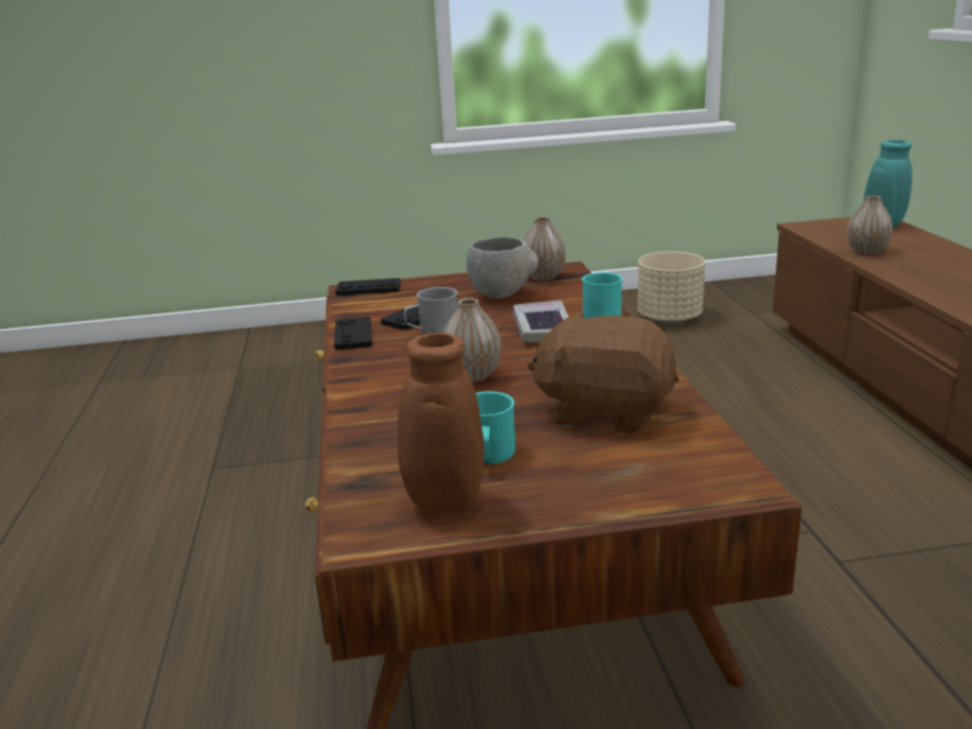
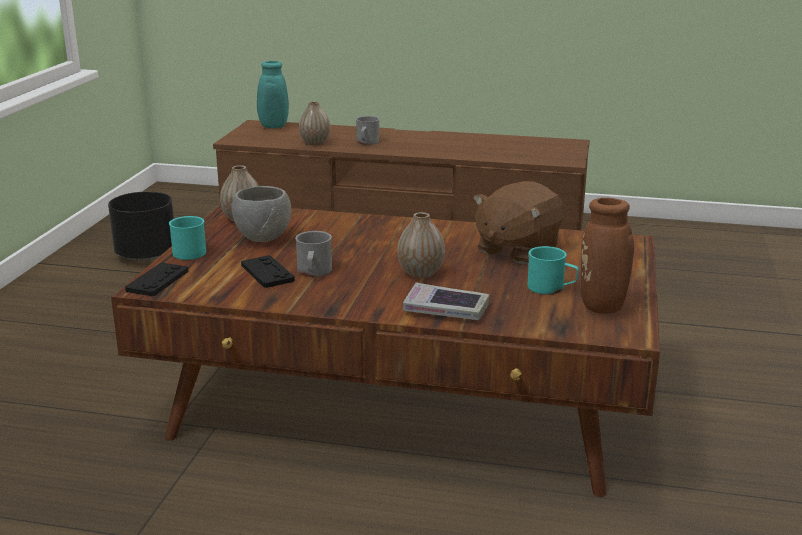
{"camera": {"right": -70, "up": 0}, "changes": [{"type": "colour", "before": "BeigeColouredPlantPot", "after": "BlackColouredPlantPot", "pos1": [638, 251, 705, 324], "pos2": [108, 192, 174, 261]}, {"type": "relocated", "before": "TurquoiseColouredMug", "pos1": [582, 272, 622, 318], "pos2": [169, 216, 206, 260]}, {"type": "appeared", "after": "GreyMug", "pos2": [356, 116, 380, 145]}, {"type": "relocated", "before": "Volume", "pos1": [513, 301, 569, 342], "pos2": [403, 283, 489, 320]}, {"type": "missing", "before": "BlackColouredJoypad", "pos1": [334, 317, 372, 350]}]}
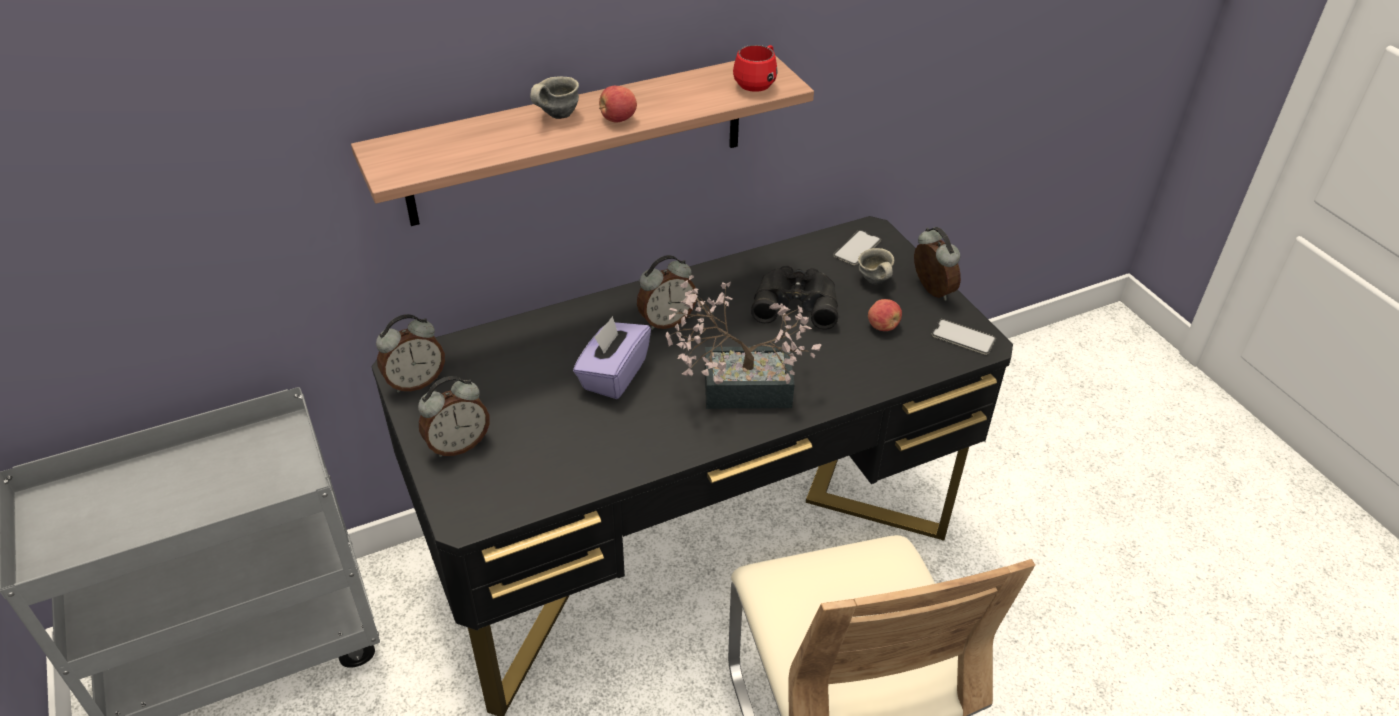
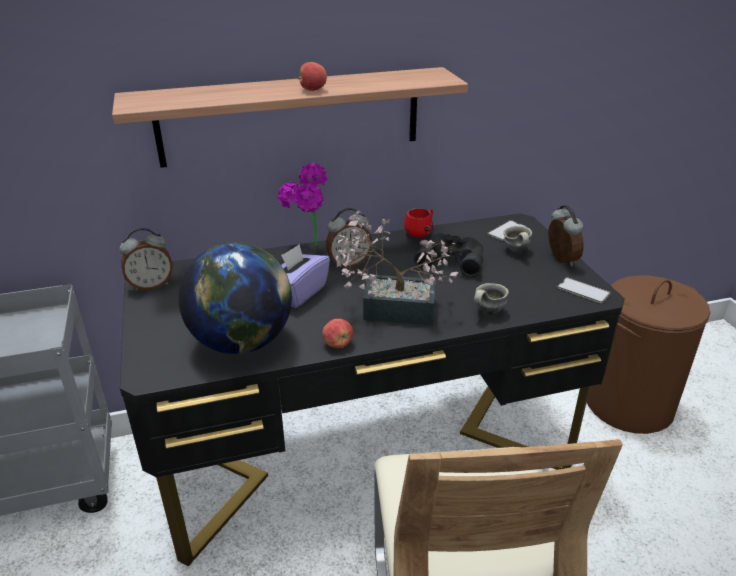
{"camera": {"right": 10, "up": -10}, "changes": [{"type": "appeared", "after": "WorldGlobe", "pos2": [178, 242, 292, 354]}, {"type": "appeared", "after": "PottedPlant", "pos2": [278, 163, 327, 246]}, {"type": "relocated", "before": "Apple", "pos1": [868, 299, 902, 331], "pos2": [322, 319, 353, 348]}, {"type": "relocated", "before": "RedMug", "pos1": [733, 45, 778, 92], "pos2": [404, 208, 433, 237]}, {"type": "relocated", "before": "GreyMug", "pos1": [530, 76, 579, 119], "pos2": [474, 283, 509, 315]}, {"type": "appeared", "after": "BrownishLaundryBasket", "pos2": [587, 275, 710, 434]}, {"type": "missing", "before": "AlarmClock", "pos1": [418, 376, 490, 457]}]}
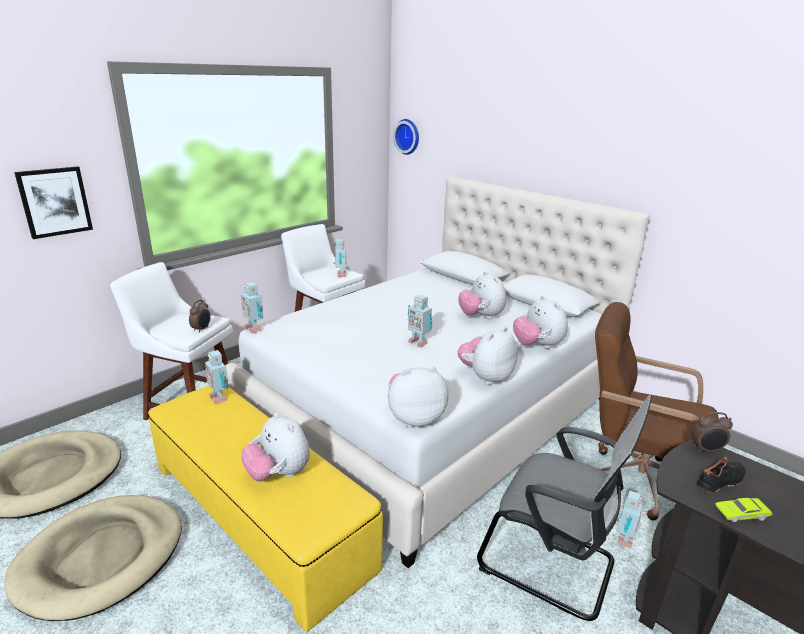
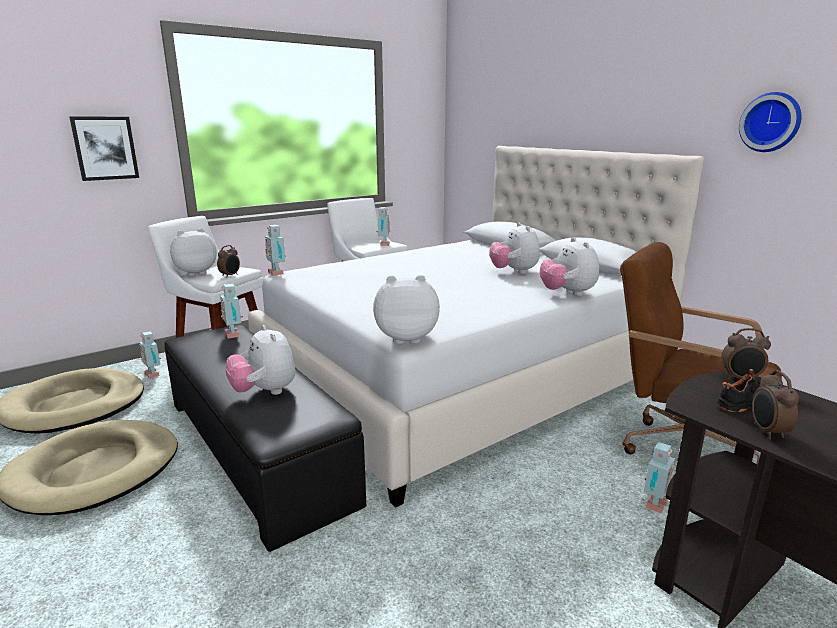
{"camera": {"right": 10, "up": -5}, "changes": [{"type": "relocated", "before": "ModelRobot", "pos1": [408, 295, 432, 347], "pos2": [139, 331, 161, 379]}, {"type": "colour", "before": "YellowishLongSeat", "after": "BlackColouredLongSeat", "pos1": [148, 386, 383, 632], "pos2": [164, 325, 366, 552]}, {"type": "relocated", "before": "CuddlyToy", "pos1": [458, 327, 517, 385], "pos2": [170, 228, 217, 276]}, {"type": "relocated", "before": "HangingClock", "pos1": [393, 119, 419, 155], "pos2": [739, 92, 802, 152]}, {"type": "exchanged", "before": "GreenColouredModelCar", "after": "AlarmClock", "pos1": [715, 498, 773, 522], "pos2": [752, 370, 799, 439]}, {"type": "missing", "before": "UprightChair", "pos1": [477, 394, 652, 621]}]}
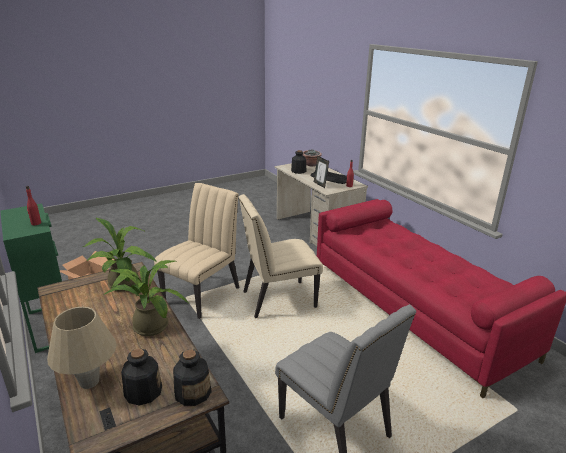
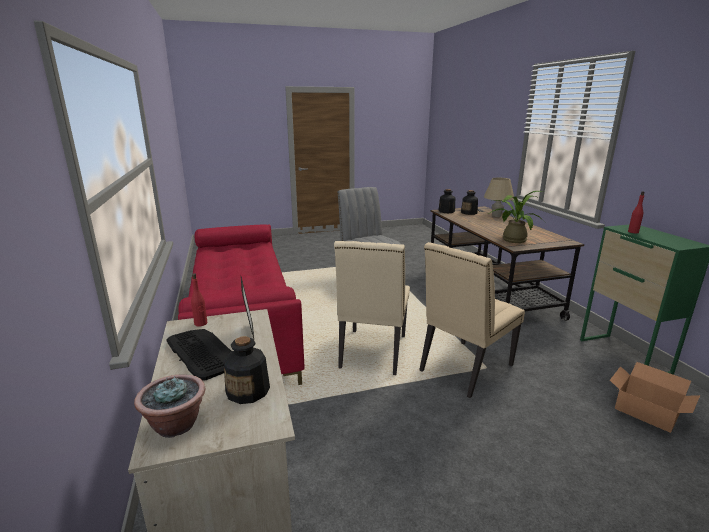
{"camera": {"right": -165, "up": -5}, "changes": [{"type": "spun", "before": "BeigeColouredUprightChair", "pos1": [239, 194, 323, 318], "pos2": [334, 241, 410, 375], "turn": 105}, {"type": "missing", "before": "PottedPlant", "pos1": [104, 260, 188, 336]}]}
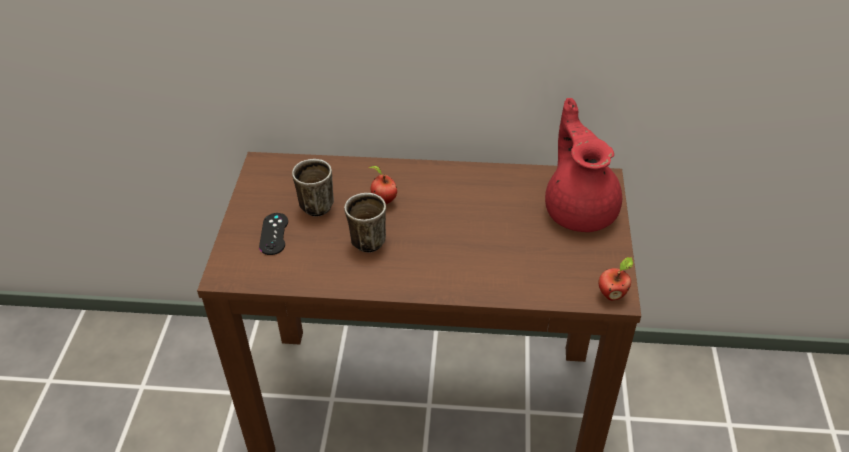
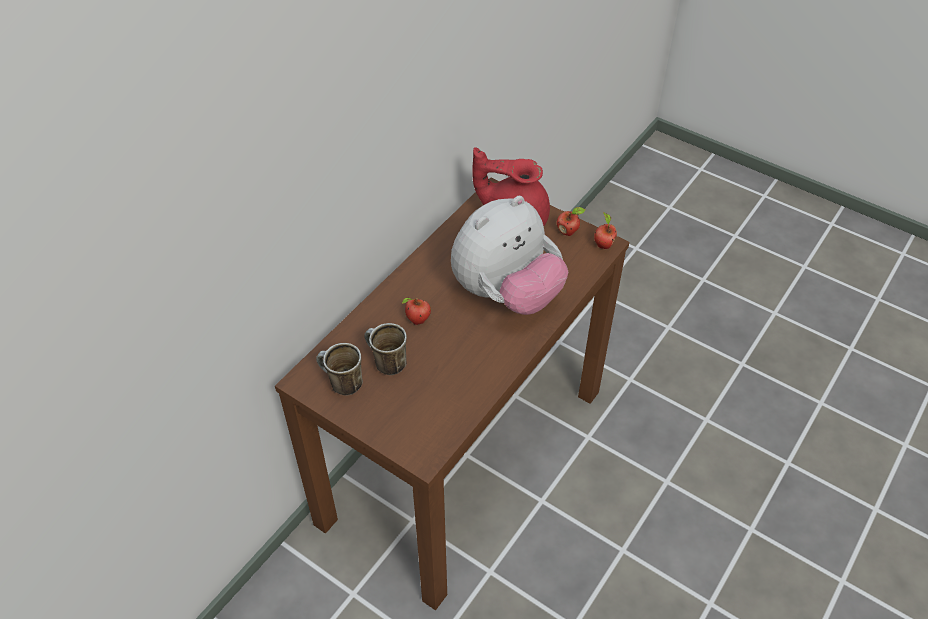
{"camera": {"right": -60, "up": 5}, "changes": [{"type": "relocated", "before": "Mug", "pos1": [344, 193, 386, 253], "pos2": [316, 343, 363, 395]}, {"type": "appeared", "after": "CuddlyToy", "pos2": [451, 196, 568, 315]}, {"type": "appeared", "after": "Apple", "pos2": [557, 207, 585, 236]}, {"type": "missing", "before": "BlackColouredJoypad", "pos1": [259, 213, 288, 255]}]}
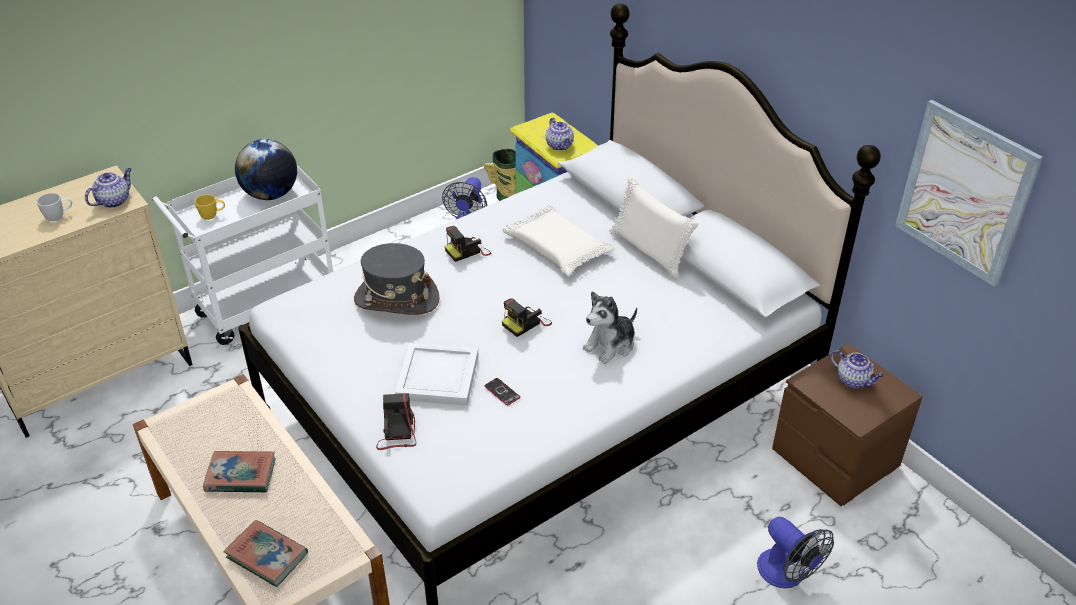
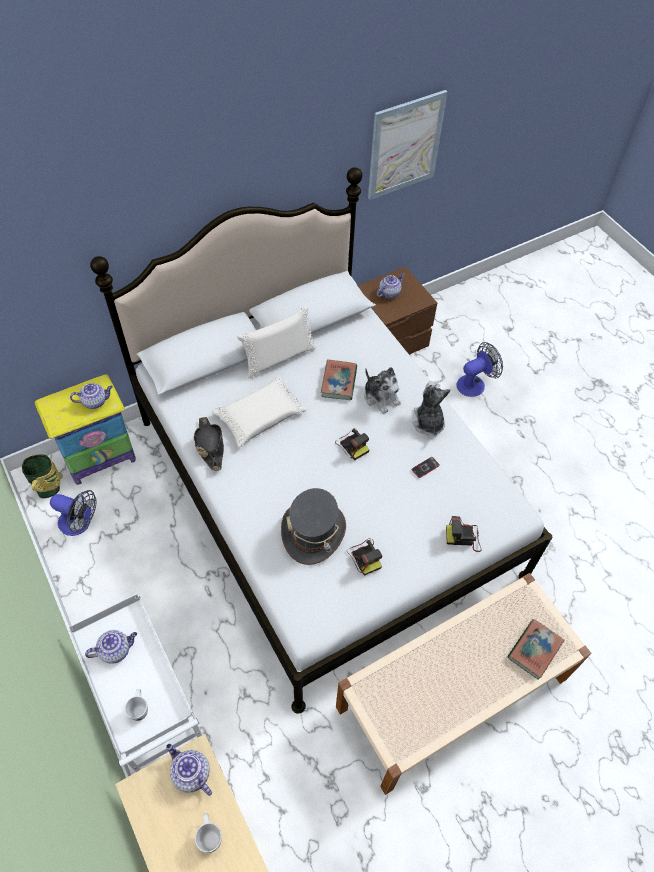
{"camera": {"right": -85, "up": 15}, "changes": [{"type": "exchanged", "before": "WorldGlobe", "after": "PotForTea", "pos1": [235, 139, 297, 200], "pos2": [85, 630, 137, 664]}, {"type": "colour", "before": "YellowishMug", "after": "WhiteMug", "pos1": [195, 194, 225, 220], "pos2": [125, 689, 148, 721]}, {"type": "appeared", "after": "BlackColouredWearableHat", "pos2": [194, 417, 224, 471]}, {"type": "relocated", "before": "Volume", "pos1": [203, 451, 276, 492], "pos2": [321, 360, 357, 400]}, {"type": "relocated", "before": "PhotoCamera", "pos1": [445, 226, 491, 262], "pos2": [347, 538, 382, 576]}, {"type": "appeared", "after": "CuddlyToy", "pos2": [413, 381, 451, 437]}, {"type": "missing", "before": "WhiteServingTray", "pos1": [395, 343, 479, 406]}]}
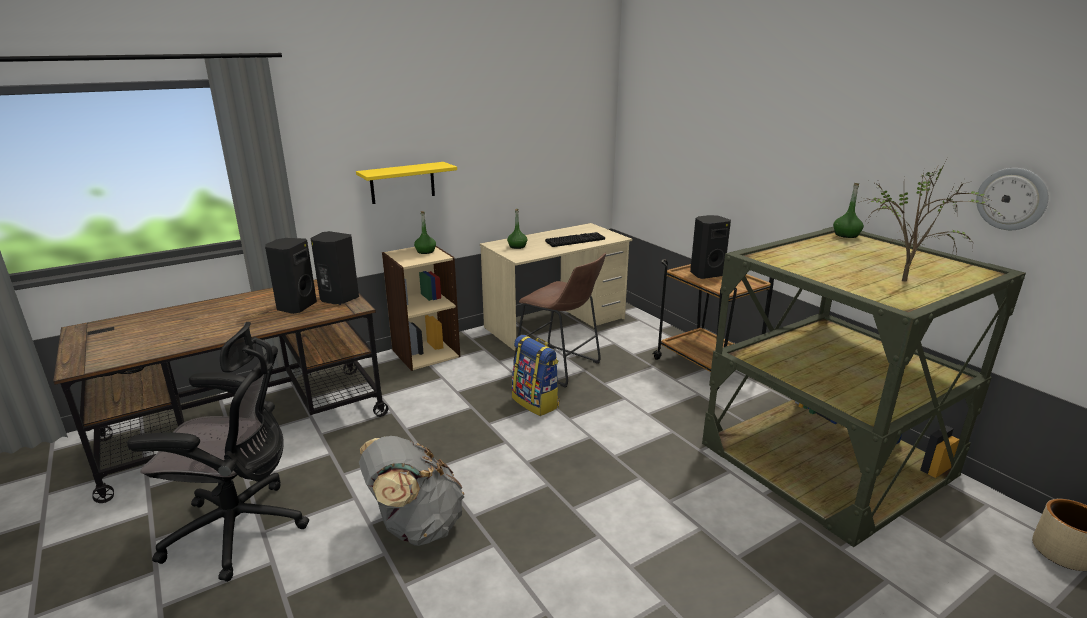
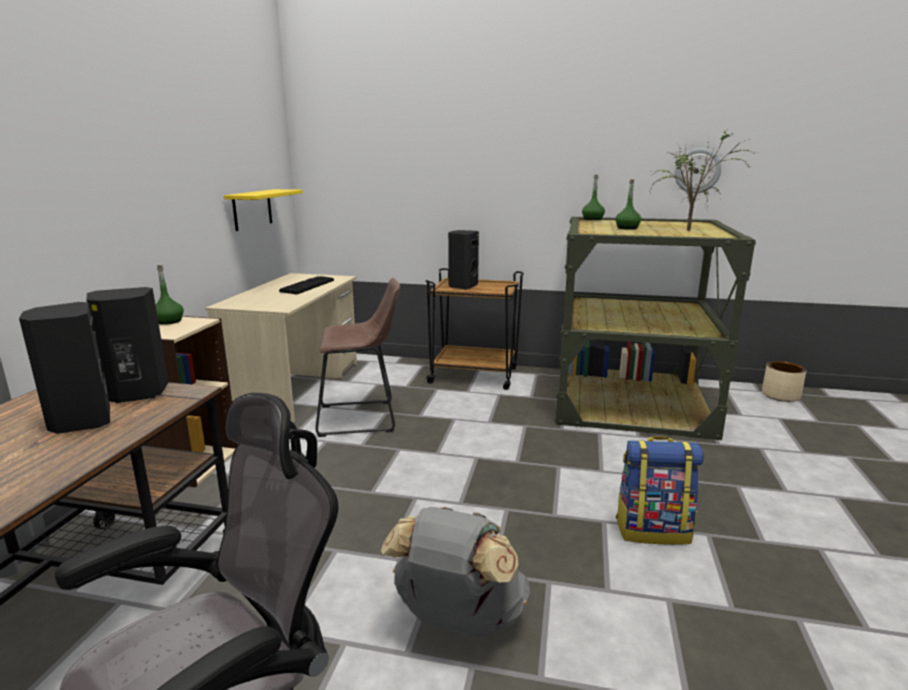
{"camera": {"right": -45, "up": -5}, "changes": [{"type": "relocated", "before": "YellowishWallShelf", "pos1": [356, 162, 457, 204], "pos2": [224, 189, 303, 231]}, {"type": "relocated", "before": "GreenColouredBottle", "pos1": [507, 209, 527, 249], "pos2": [615, 179, 641, 229]}, {"type": "relocated", "before": "Rucksack", "pos1": [512, 335, 560, 416], "pos2": [616, 436, 704, 545]}]}
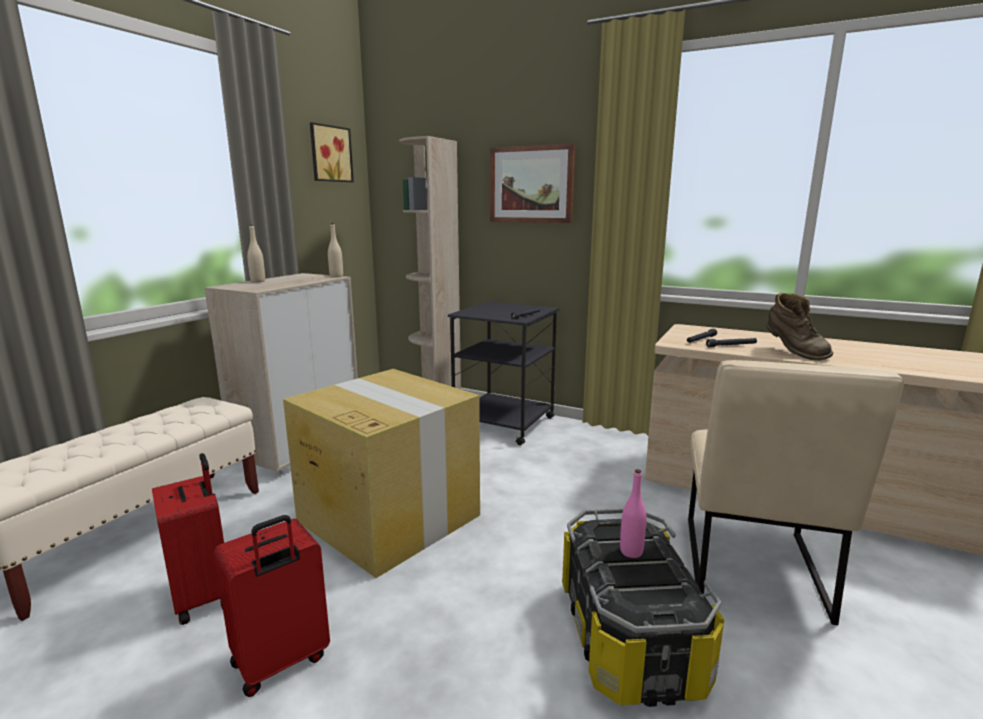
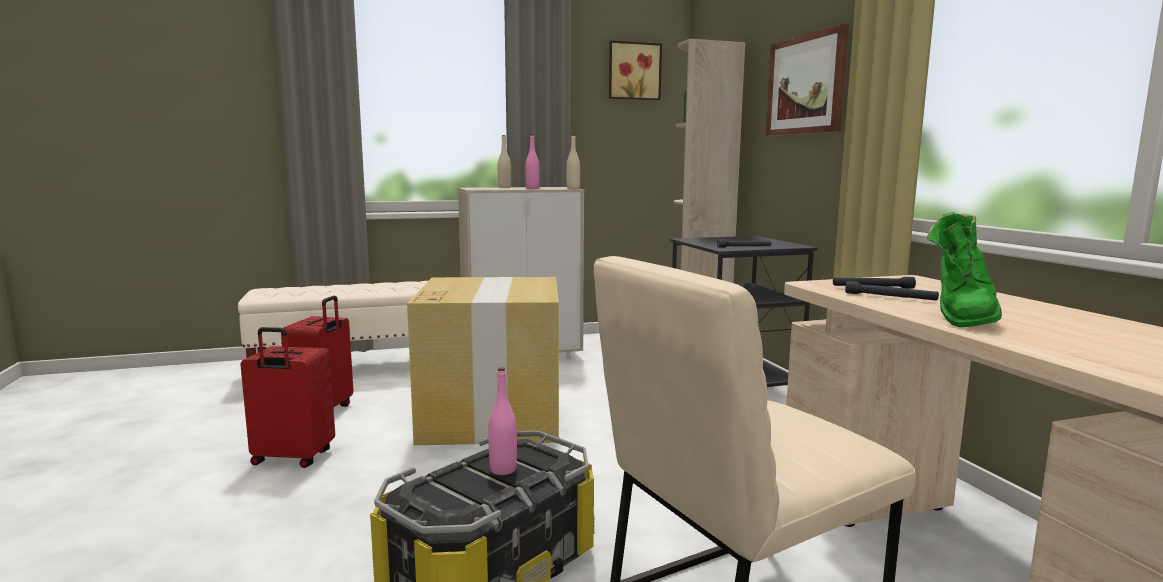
{"camera": {"right": 45, "up": -5}, "changes": [{"type": "appeared", "after": "PinkColouredBottle", "pos2": [525, 134, 539, 189]}, {"type": "colour", "before": "BrownishBoot", "after": "GreenColouredBoot", "pos1": [766, 292, 833, 361], "pos2": [926, 212, 1002, 327]}]}
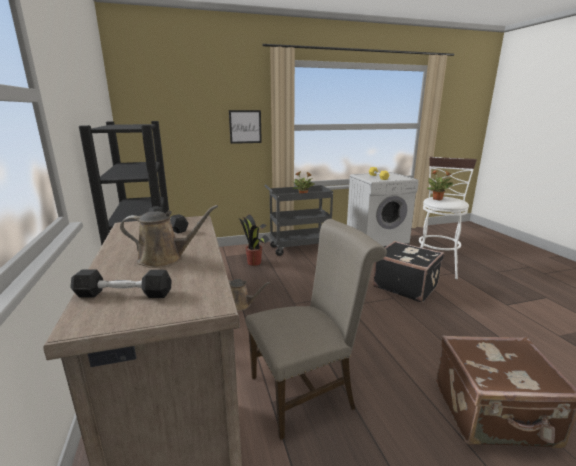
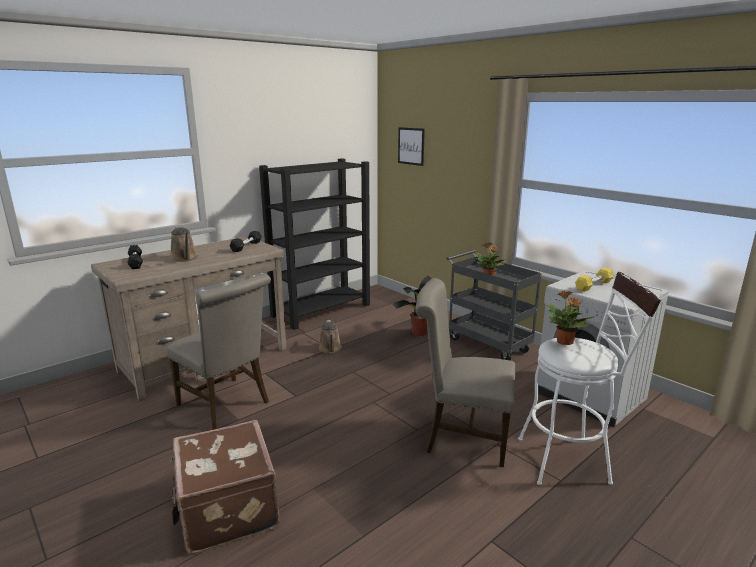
{"camera": {"right": 65, "up": 0}, "changes": [{"type": "relocated", "before": "WallPicture", "pos1": [229, 110, 262, 144], "pos2": [398, 127, 425, 166]}, {"type": "exchanged", "before": "BlackColouredSuitcase", "after": "BeigeColouredUprightChair", "pos1": [373, 241, 444, 303], "pos2": [415, 278, 515, 467]}]}
